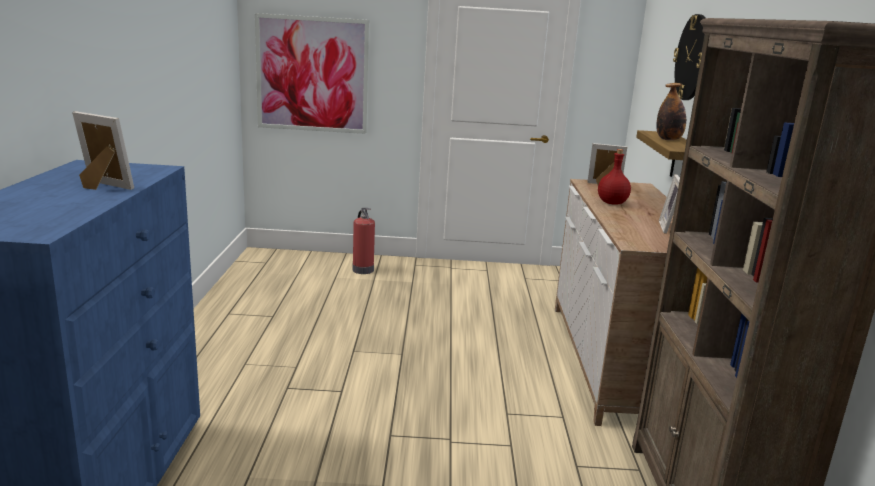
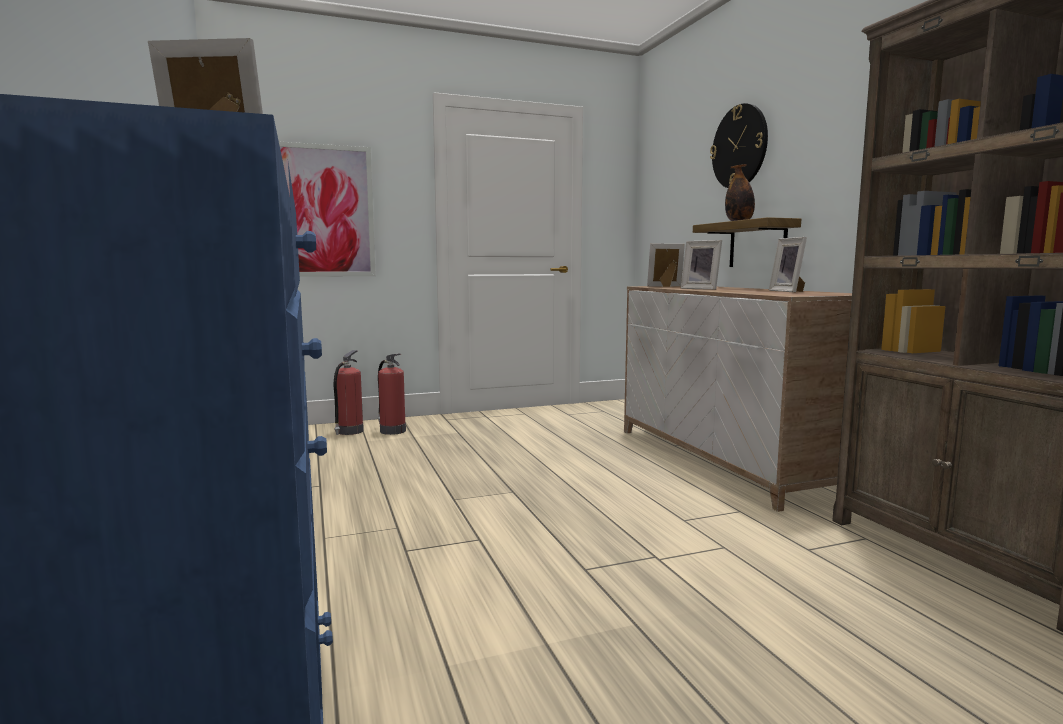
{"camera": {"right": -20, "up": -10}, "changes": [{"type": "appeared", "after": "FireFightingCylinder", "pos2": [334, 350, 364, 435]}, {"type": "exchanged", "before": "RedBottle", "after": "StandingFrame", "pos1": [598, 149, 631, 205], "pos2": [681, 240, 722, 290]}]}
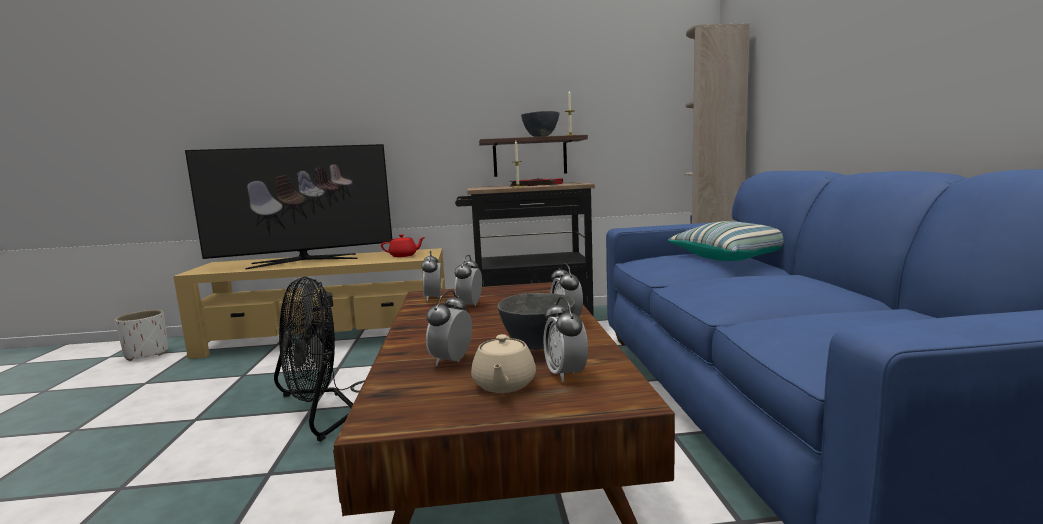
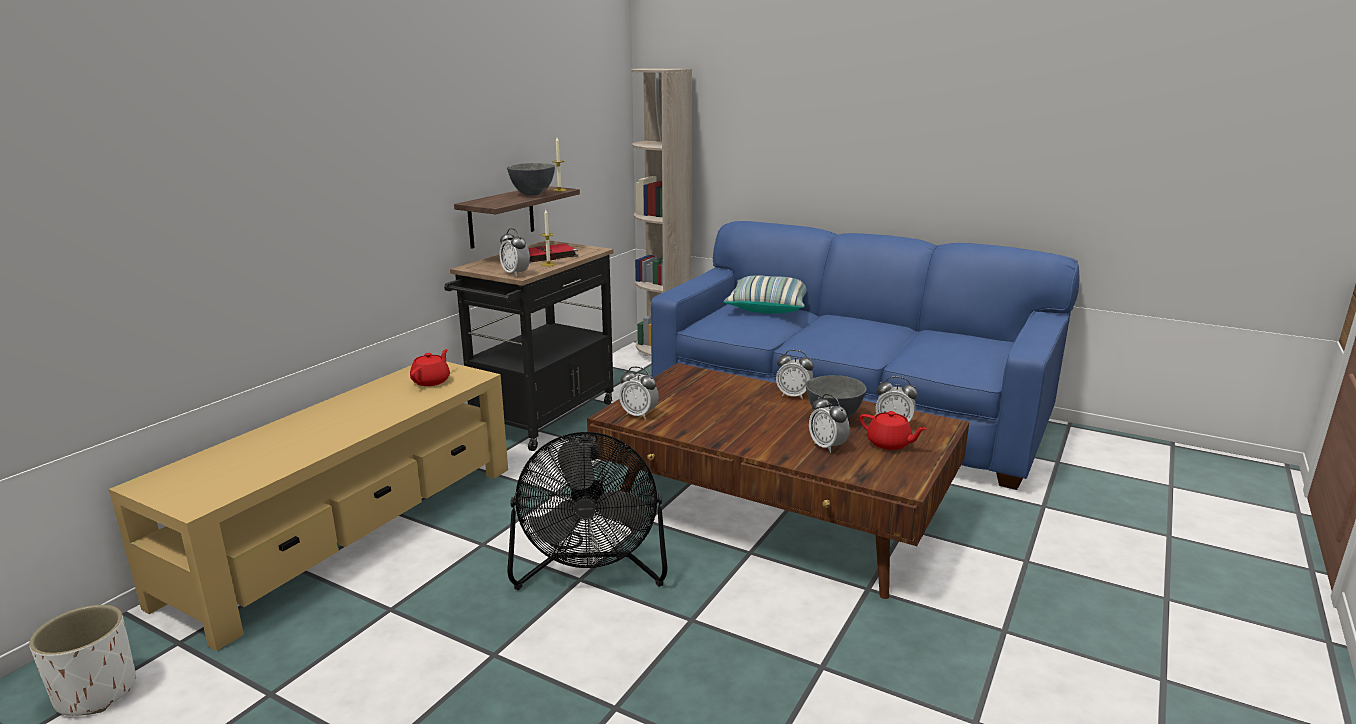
{"camera": {"right": -55, "up": 10}, "changes": [{"type": "relocated", "before": "AlarmClock", "pos1": [454, 255, 482, 306], "pos2": [499, 228, 530, 277]}, {"type": "colour", "before": "BeigeColouredPotForTea", "after": "RedPotForTea", "pos1": [471, 334, 536, 393], "pos2": [860, 411, 927, 450]}, {"type": "missing", "before": "TvSet", "pos1": [185, 144, 392, 270]}]}
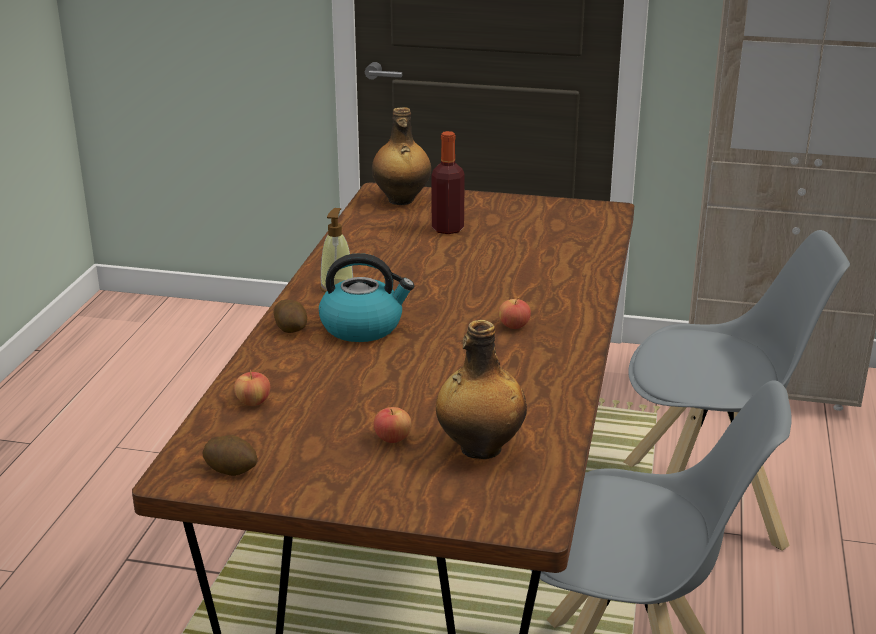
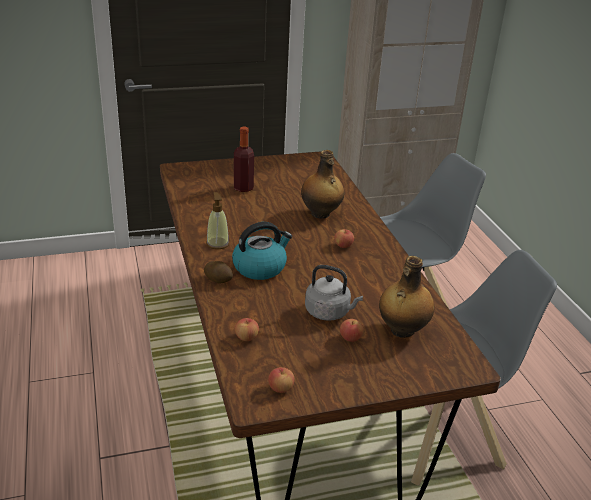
{"camera": {"right": -30, "up": 5}, "changes": [{"type": "exchanged", "before": "Spud", "after": "Apple", "pos1": [202, 435, 258, 476], "pos2": [268, 367, 295, 393]}, {"type": "relocated", "before": "Bottle", "pos1": [372, 107, 431, 205], "pos2": [301, 150, 344, 218]}, {"type": "appeared", "after": "GreyTeaKettle", "pos2": [305, 265, 363, 321]}]}
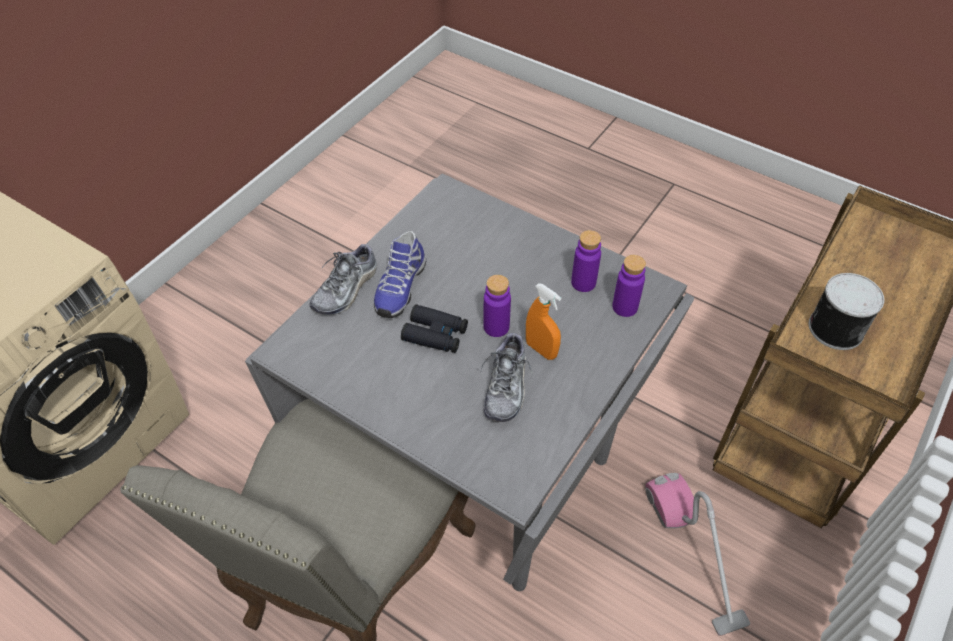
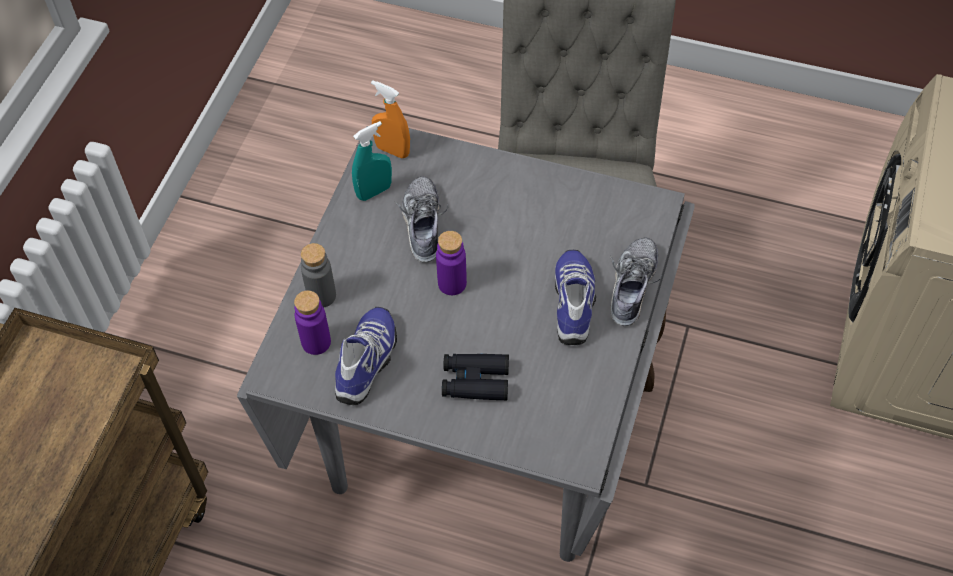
{"camera": {"right": 165, "up": 5}, "changes": [{"type": "appeared", "after": "GreyBottle", "pos2": [301, 243, 336, 307]}, {"type": "exchanged", "before": "PurpleColouredBottle", "after": "ItemOfFootwear", "pos1": [571, 230, 601, 292], "pos2": [335, 307, 397, 405]}, {"type": "appeared", "after": "TurquoiseColouredSprayBottle", "pos2": [352, 121, 392, 201]}, {"type": "relocated", "before": "OrangeySprayBottle", "pos1": [526, 283, 561, 360], "pos2": [371, 80, 410, 159]}, {"type": "relocated", "before": "BlackColouredPairOfBinoculars", "pos1": [401, 304, 468, 353], "pos2": [442, 354, 509, 401]}, {"type": "missing", "before": "Vacuum", "pos1": [645, 473, 750, 636]}, {"type": "missing", "before": "SealedCan", "pos1": [809, 273, 884, 350]}]}
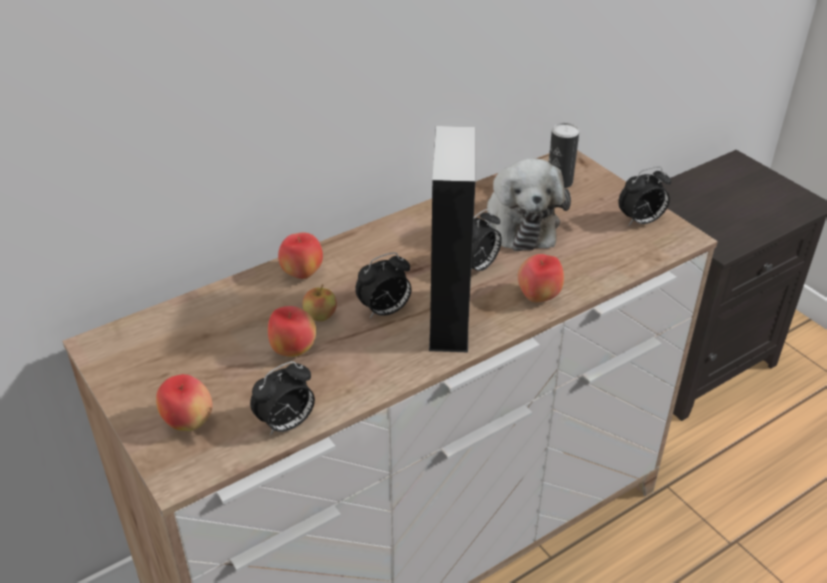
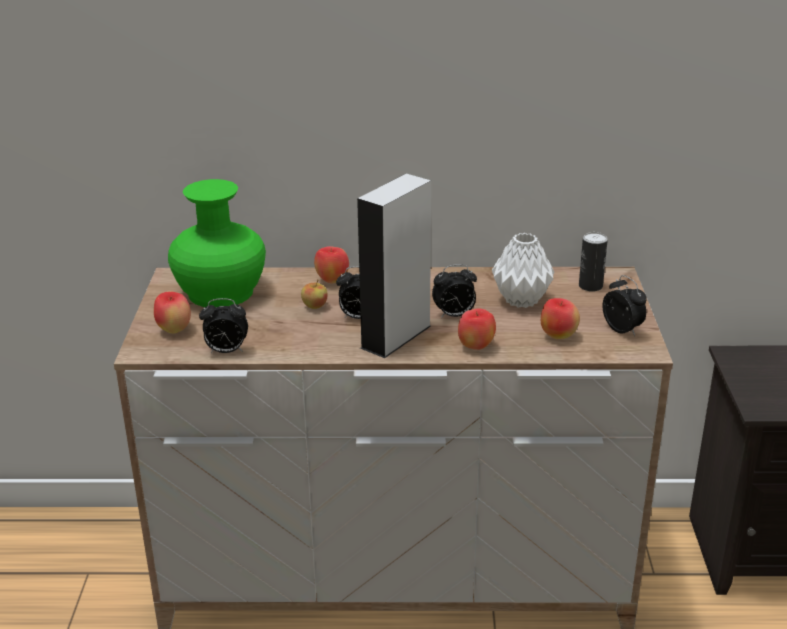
{"camera": {"right": 35, "up": -10}, "changes": [{"type": "appeared", "after": "GreenColouredDecorativeVase", "pos2": [168, 179, 266, 307]}, {"type": "exchanged", "before": "CuddlyToy", "after": "WhiteDecorativeVase", "pos1": [484, 159, 571, 251], "pos2": [492, 233, 554, 308]}, {"type": "relocated", "before": "Apple", "pos1": [268, 306, 316, 357], "pos2": [541, 298, 580, 339]}, {"type": "spun", "before": "AlarmClock", "pos1": [618, 166, 671, 226], "pos2": [603, 275, 647, 336], "turn": -135}]}
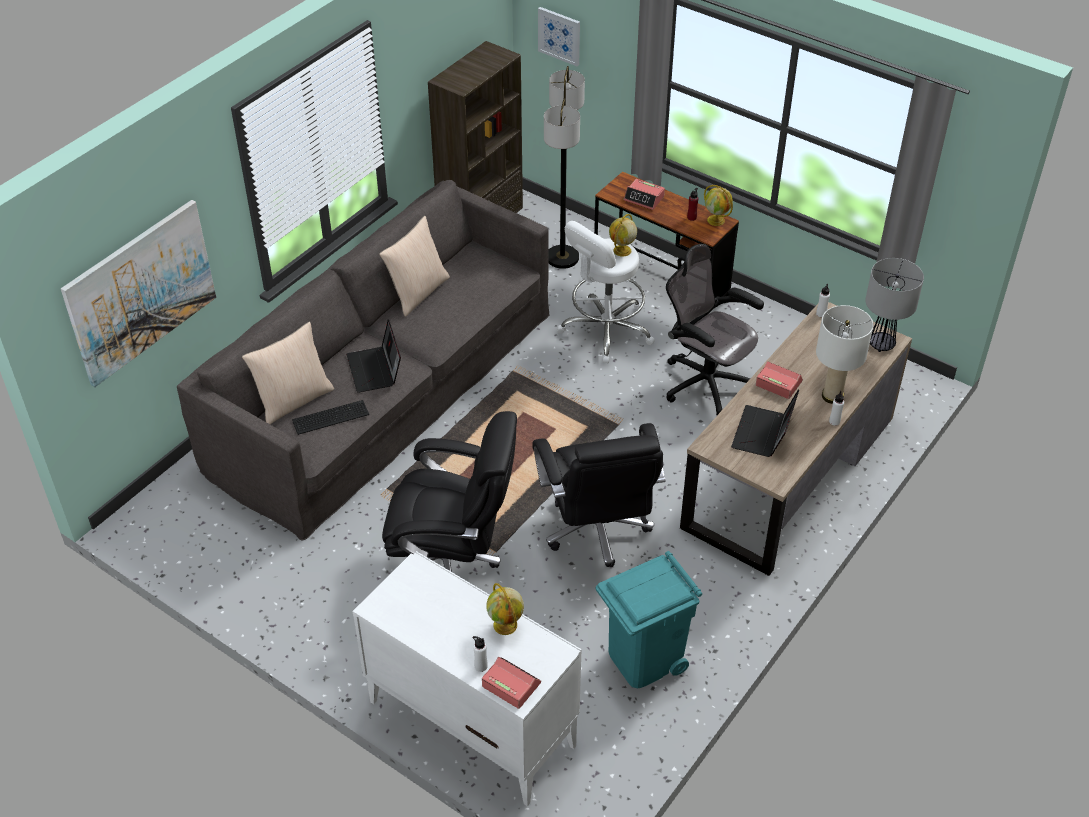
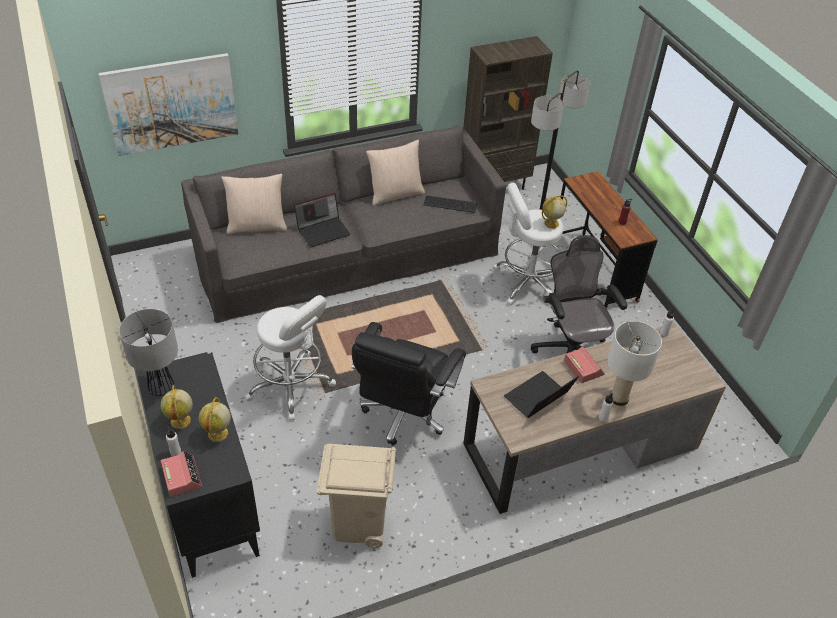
{"camera": {"right": 30, "up": 0}, "changes": [{"type": "relocated", "before": "LampForATable", "pos1": [866, 258, 924, 352], "pos2": [119, 309, 178, 396]}, {"type": "colour", "before": "WhiteCupboard", "after": "BlackColouredCupboard", "pos1": [353, 551, 582, 806], "pos2": [136, 352, 260, 578]}, {"type": "relocated", "before": "WorldGlobe", "pos1": [704, 185, 733, 226], "pos2": [161, 385, 193, 429]}, {"type": "exchanged", "before": "BlackColouredDeskChair", "after": "WhiteStoolSeat", "pos1": [382, 411, 517, 572], "pos2": [245, 295, 336, 420]}, {"type": "spun", "before": "Laptop", "pos1": [346, 319, 401, 393], "pos2": [294, 193, 350, 247], "turn": -135}, {"type": "colour", "before": "TurquoiseColouredWasteBin", "after": "BeigeColouredWasteBin", "pos1": [596, 551, 702, 688], "pos2": [317, 444, 397, 548]}, {"type": "relocated", "before": "ComputerKeyboard", "pos1": [292, 400, 369, 435], "pos2": [424, 195, 477, 213]}, {"type": "missing", "before": "WallPicture", "pos1": [538, 7, 580, 66]}, {"type": "missing", "before": "AlarmClock", "pos1": [624, 179, 665, 210]}]}
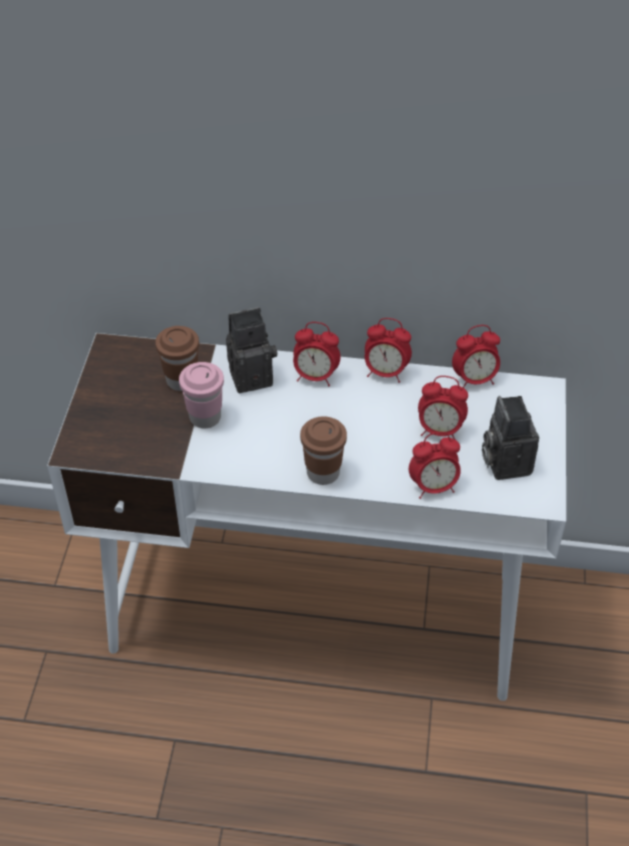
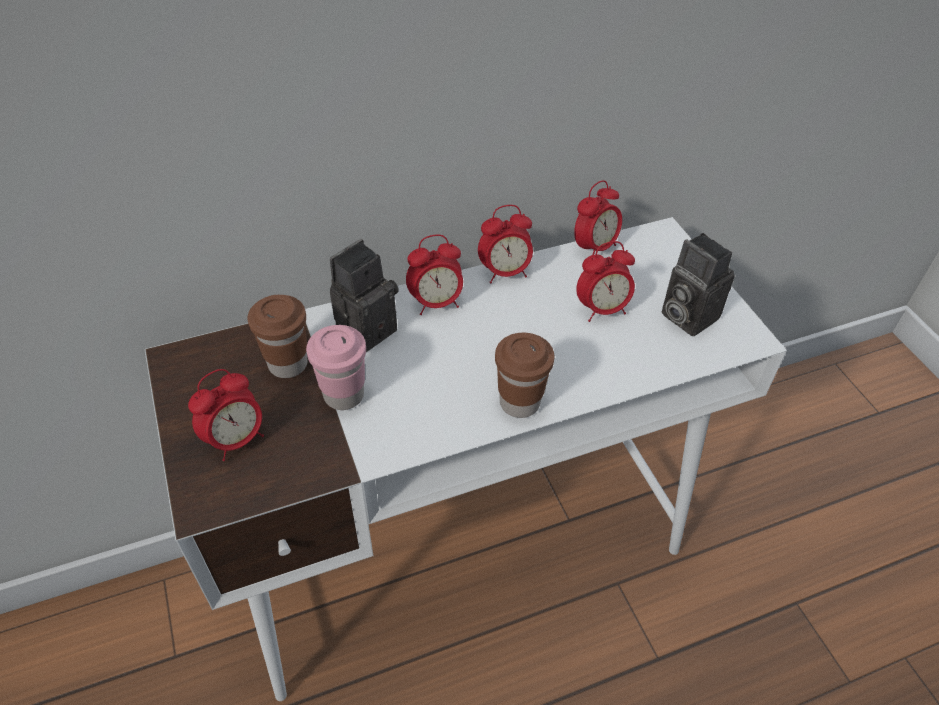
{"camera": {"right": -30, "up": 0}, "changes": [{"type": "relocated", "before": "AlarmClock", "pos1": [409, 432, 461, 499], "pos2": [188, 369, 264, 461]}]}
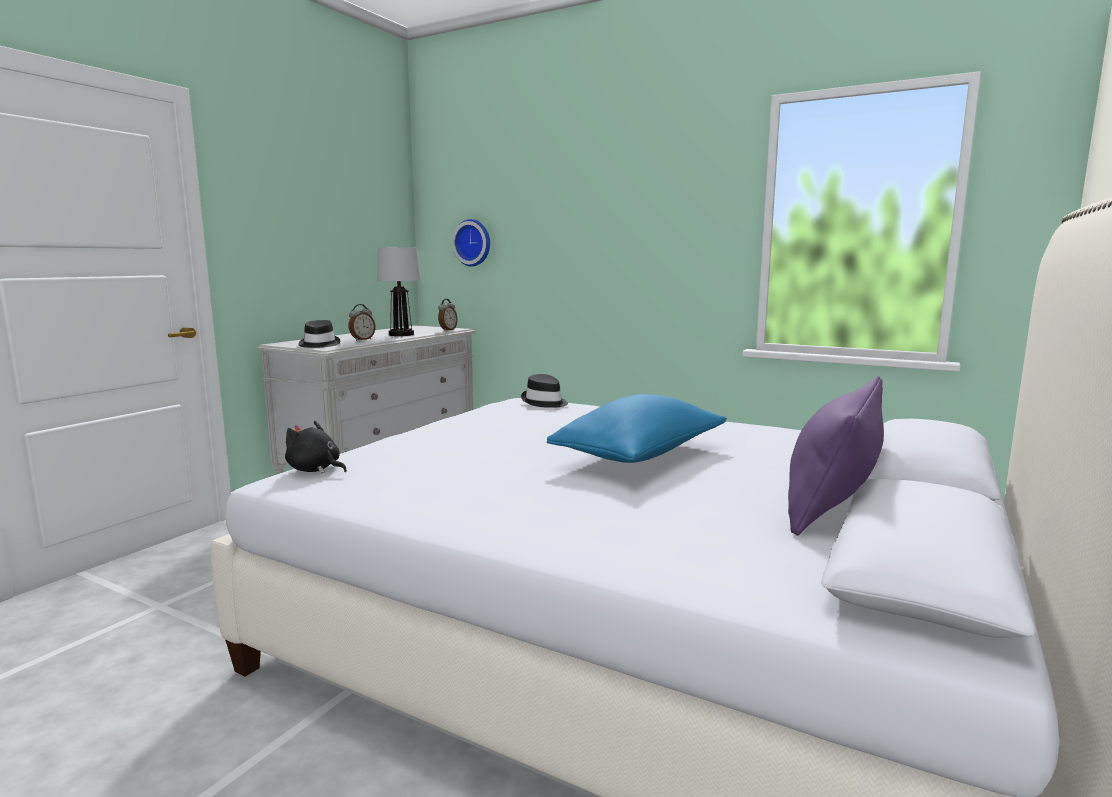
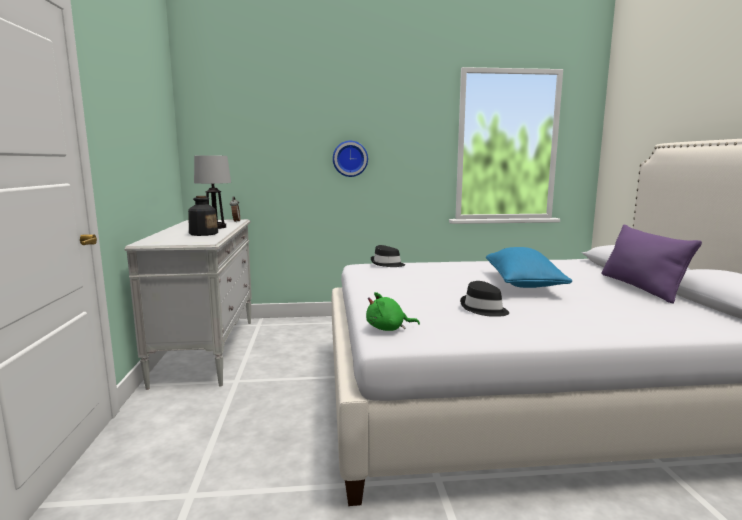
{"camera": {"right": -35, "up": 0}, "changes": [{"type": "exchanged", "before": "AlarmClock", "after": "Bottle", "pos1": [348, 304, 375, 341], "pos2": [188, 196, 218, 236]}, {"type": "relocated", "before": "HangingClock", "pos1": [452, 219, 490, 267], "pos2": [333, 141, 368, 177]}, {"type": "colour", "before": "BlackColouredCuddlyToy", "after": "GreenColouredCuddlyToy", "pos1": [285, 421, 347, 473], "pos2": [366, 292, 420, 331]}, {"type": "relocated", "before": "BlackColouredWearableHat", "pos1": [299, 320, 340, 348], "pos2": [460, 281, 509, 317]}]}
